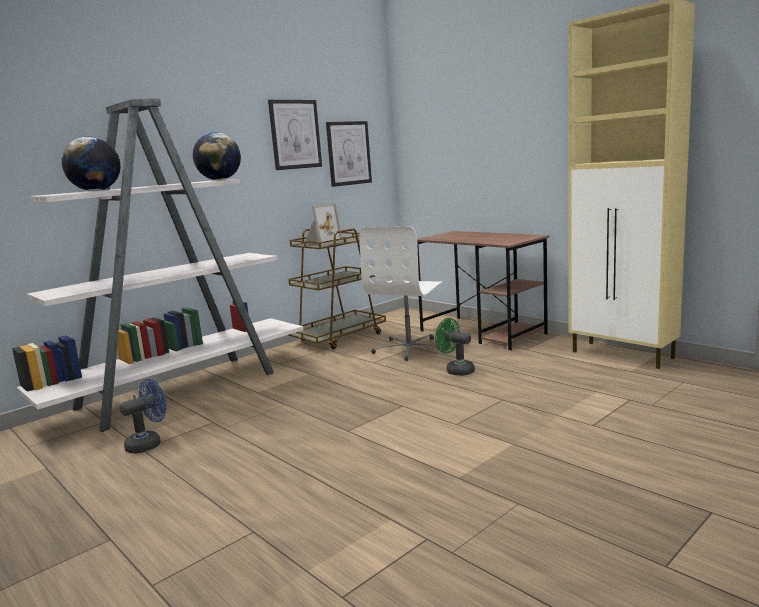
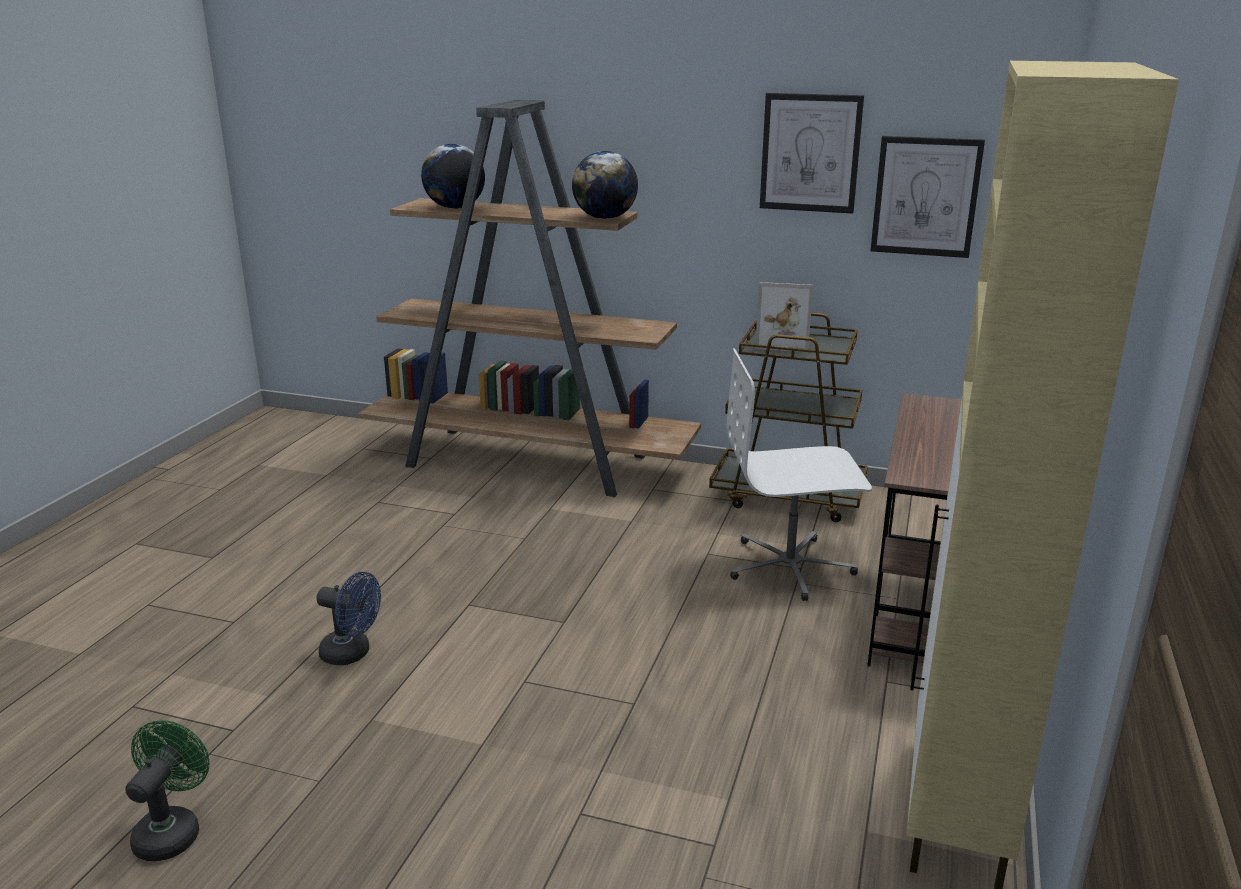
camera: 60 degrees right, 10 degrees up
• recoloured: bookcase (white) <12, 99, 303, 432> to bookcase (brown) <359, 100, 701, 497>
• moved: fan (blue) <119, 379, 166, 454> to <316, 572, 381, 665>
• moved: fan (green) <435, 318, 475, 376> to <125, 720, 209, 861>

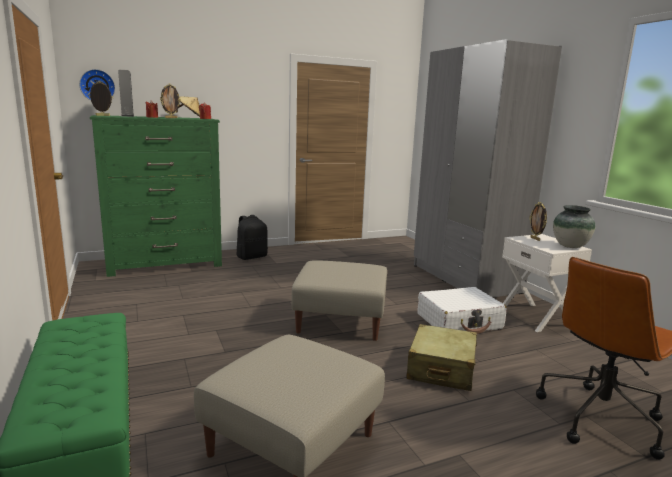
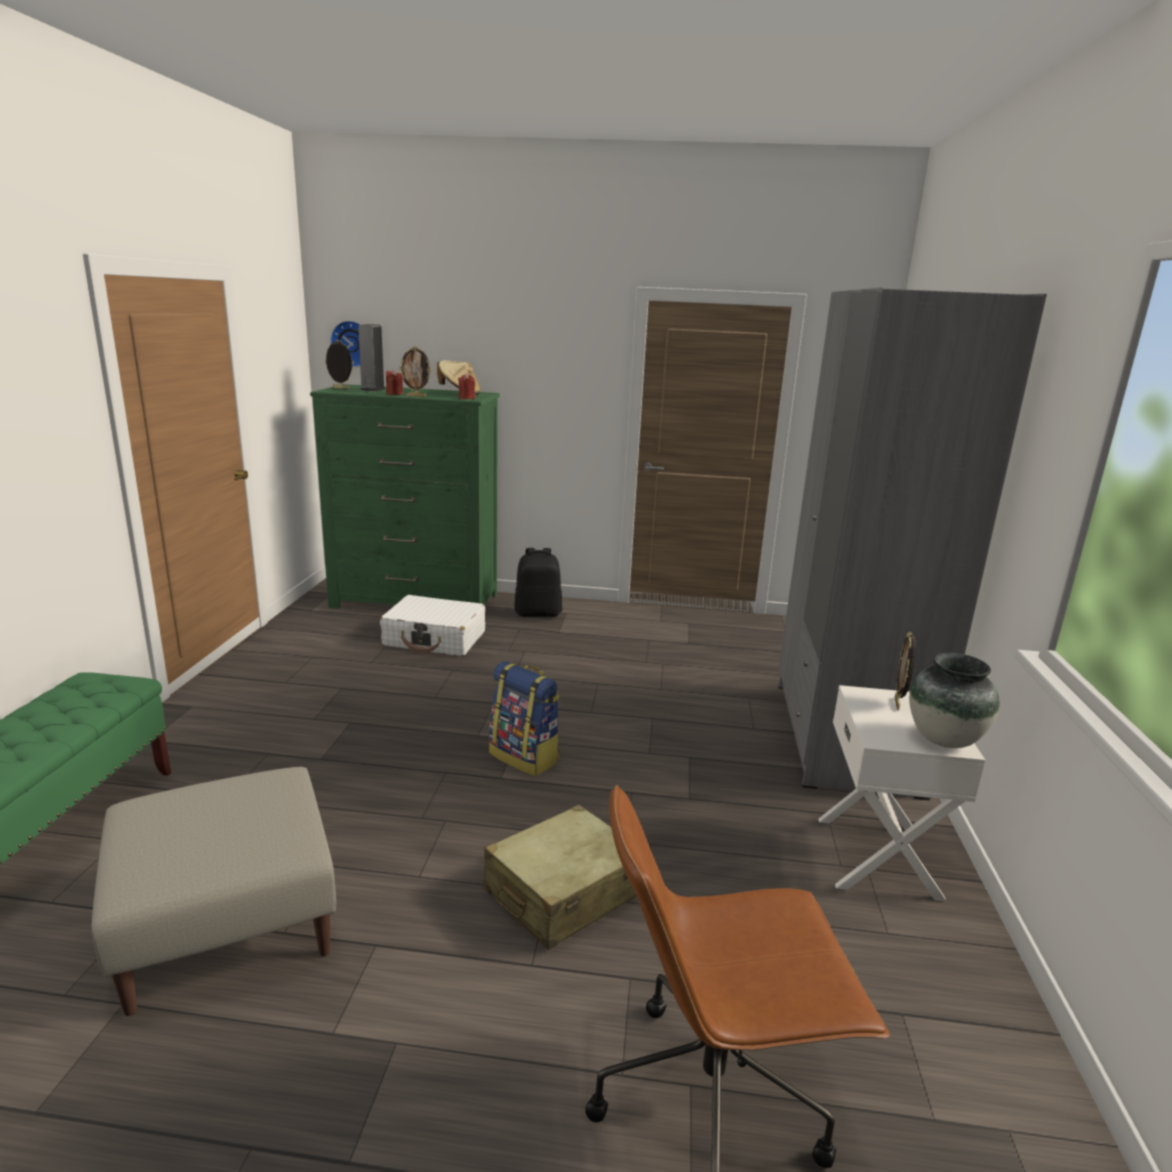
camera: 30 degrees right, 5 degrees up
• replaced: ottoman (beige) <291, 260, 387, 341> to backpack <489, 661, 560, 776>
• moved: suitcase (white) <418, 287, 507, 334> to <380, 595, 485, 657>

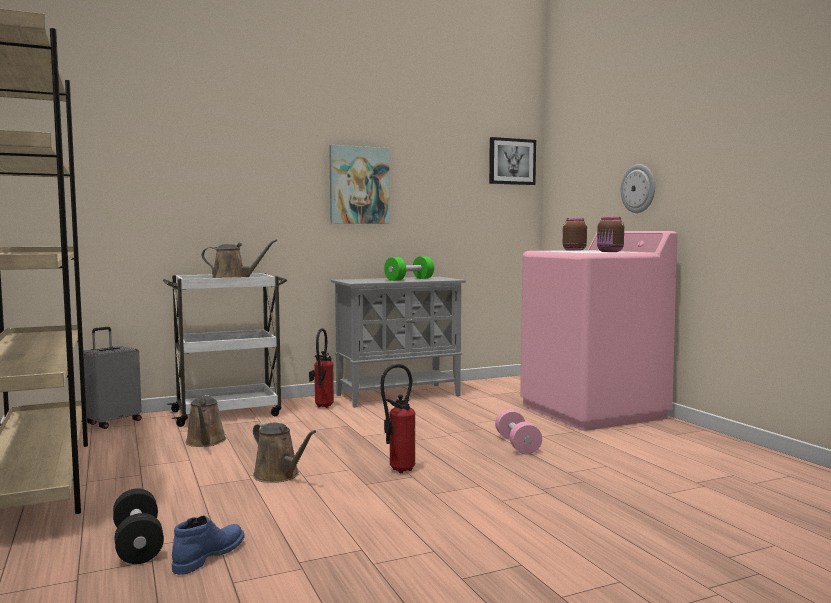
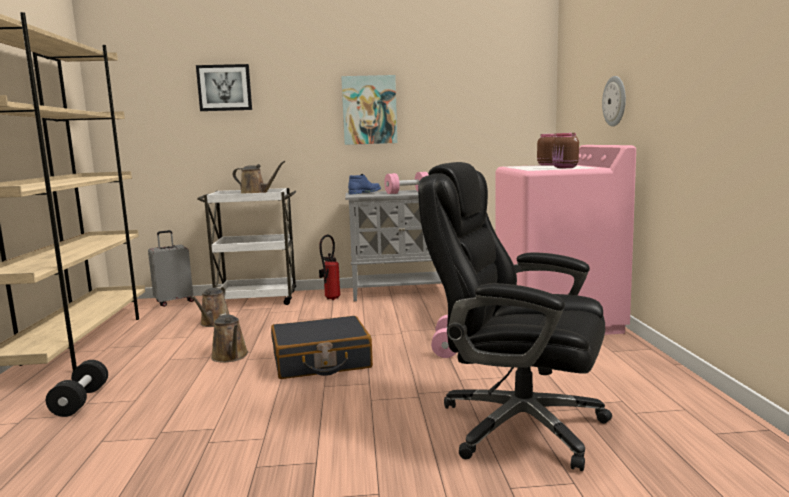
camera: 20 degrees right, 5 degrees up
• moved: boot (blue) <172, 515, 245, 575> to <348, 174, 381, 194>
• replaced: fire extinguisher <380, 364, 415, 473> to suitcase (black) <271, 316, 373, 379>
• recoloured: dumbbell (green) <384, 256, 434, 281> to dumbbell (pink) <384, 172, 429, 194>
• moved: picture <489, 137, 536, 185> to <196, 64, 252, 111>
• added: office chair (black) <418, 162, 612, 471>

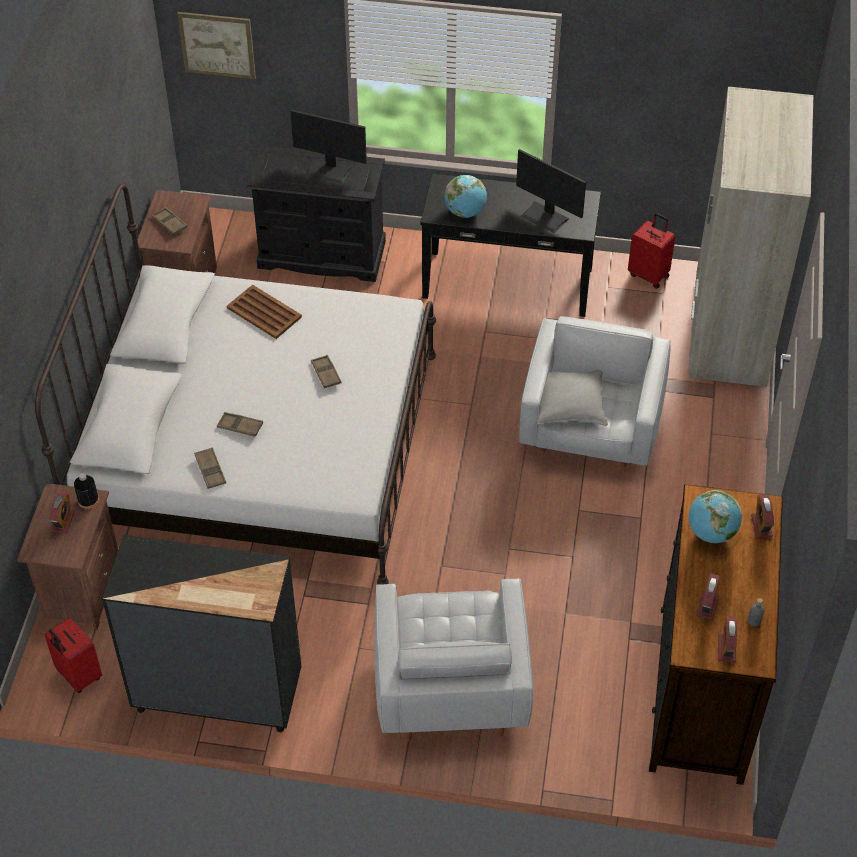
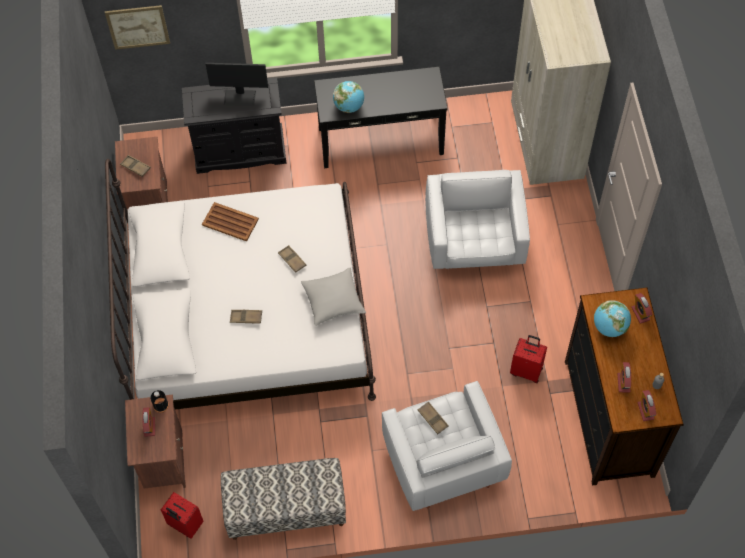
camera: 15 degrees left, 10 degrees up
• replaced: dresser (black) <102, 535, 301, 732> to bench <221, 458, 346, 540>
• moved: tray (brown) <194, 447, 226, 489> to <418, 402, 449, 435>
• removed: monitor <516, 149, 586, 234>
• moved: pillow (grey) <537, 370, 608, 426> to <301, 268, 366, 326>
• moved: suitcase (red) <628, 213, 675, 289> to <510, 335, 547, 383>

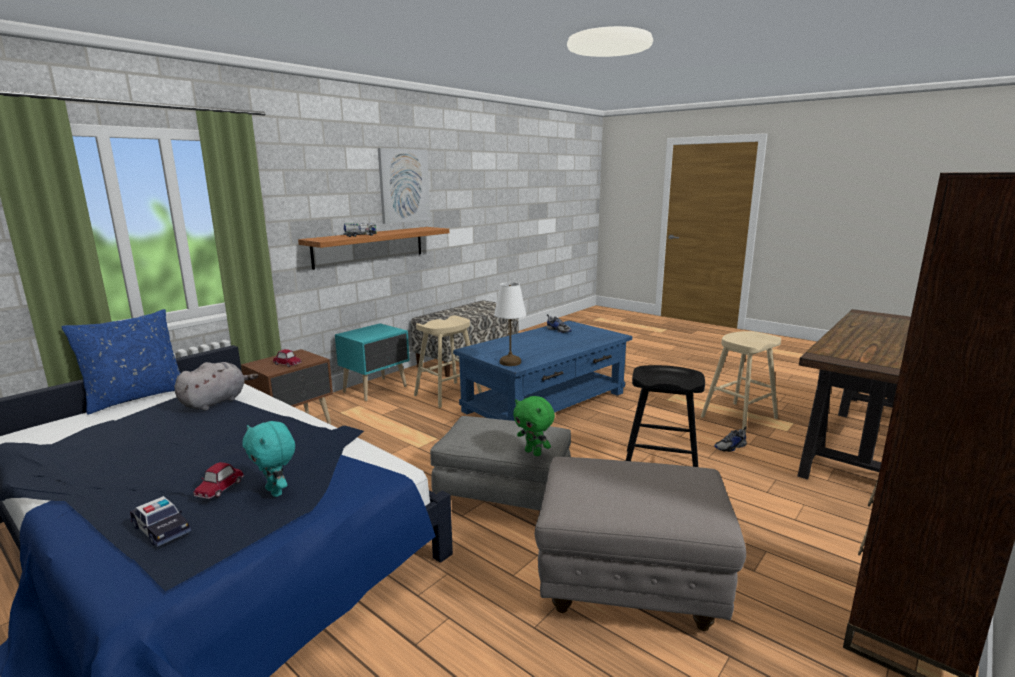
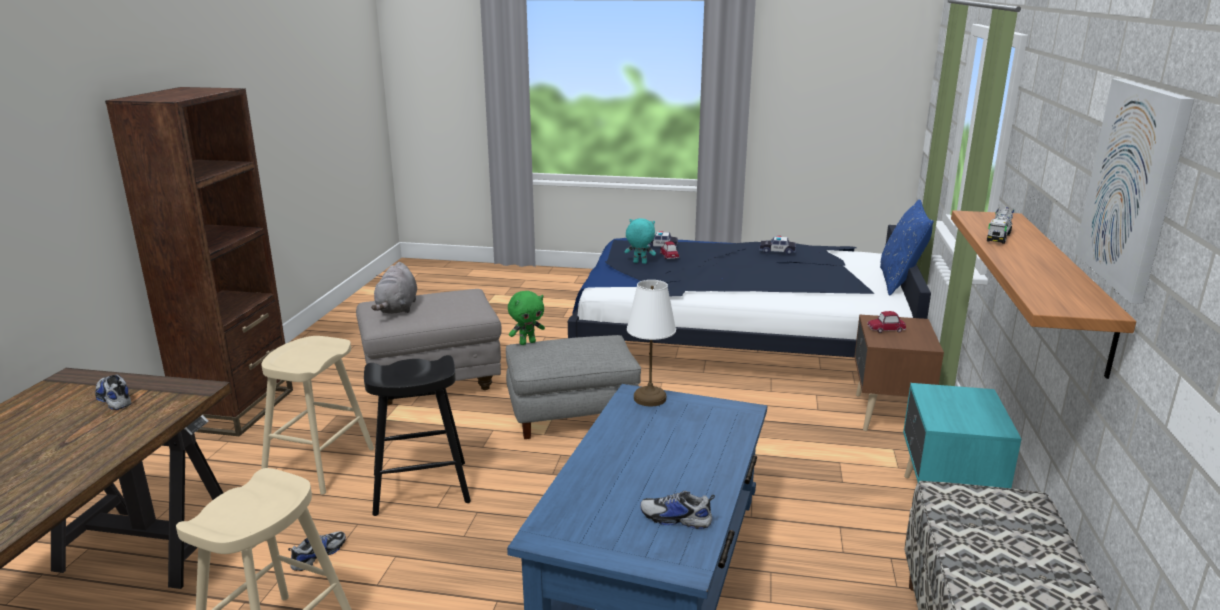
camera: 150 degrees right, 5 degrees up
• moved: plush toy (grey) <174, 362, 258, 411> to <371, 262, 417, 314>
• moved: stool (beige) <414, 316, 482, 408> to <261, 336, 374, 495>
• turned: plush toy (green) <513, 396, 555, 456> = <508, 291, 545, 345> 135 degrees clockwise
• added: shoe <95, 374, 131, 410>
• added: toy car <759, 236, 796, 255>

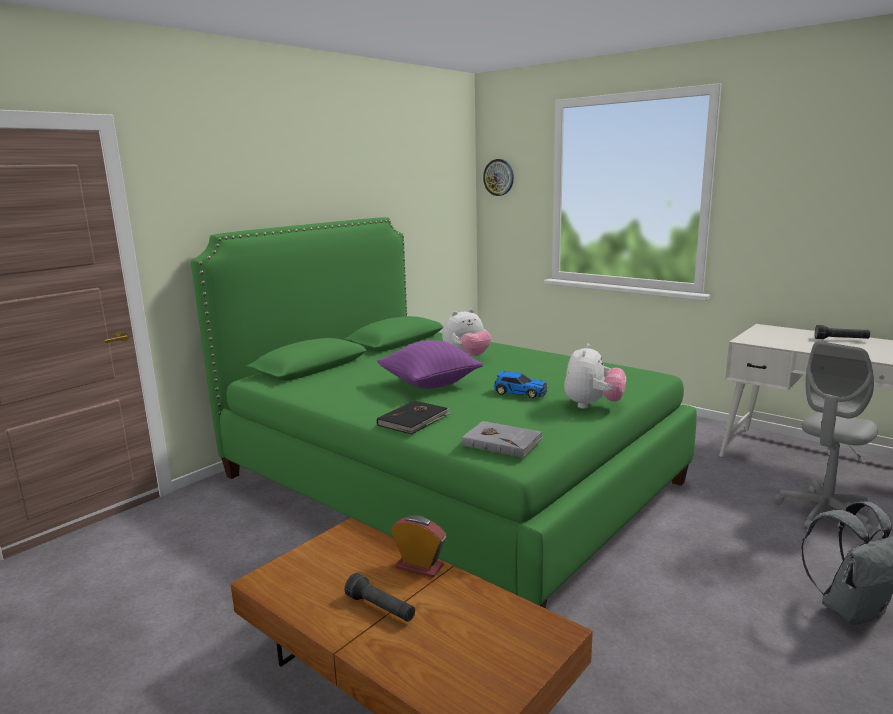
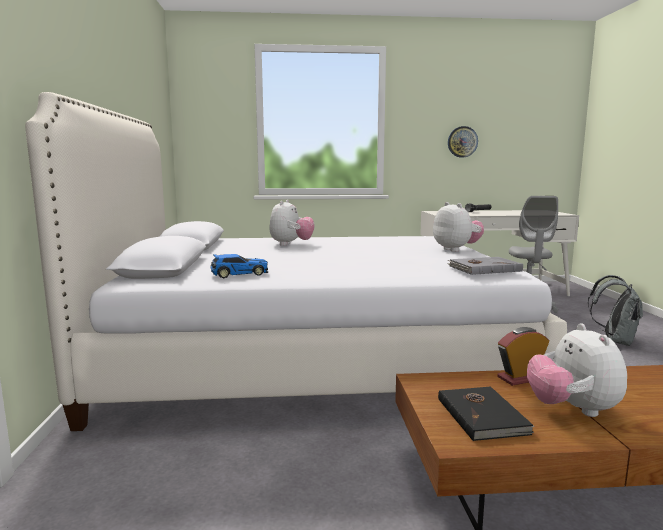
camera: 45 degrees left, 5 degrees down
• recoloured: bed (green) <191, 217, 697, 609> to bed (white) <25, 92, 567, 431>
• replaced: flashlight (black) <345, 573, 415, 622> to plush toy <527, 323, 627, 417>
• removed: pillow (purple) <377, 340, 483, 389>
• moved: book (black) <377, 400, 451, 435> to <438, 387, 534, 441>
• moved: wall clock <483, 159, 514, 196> to <448, 126, 478, 158>
• moved: toy car <494, 370, 547, 398> to <210, 254, 268, 279>

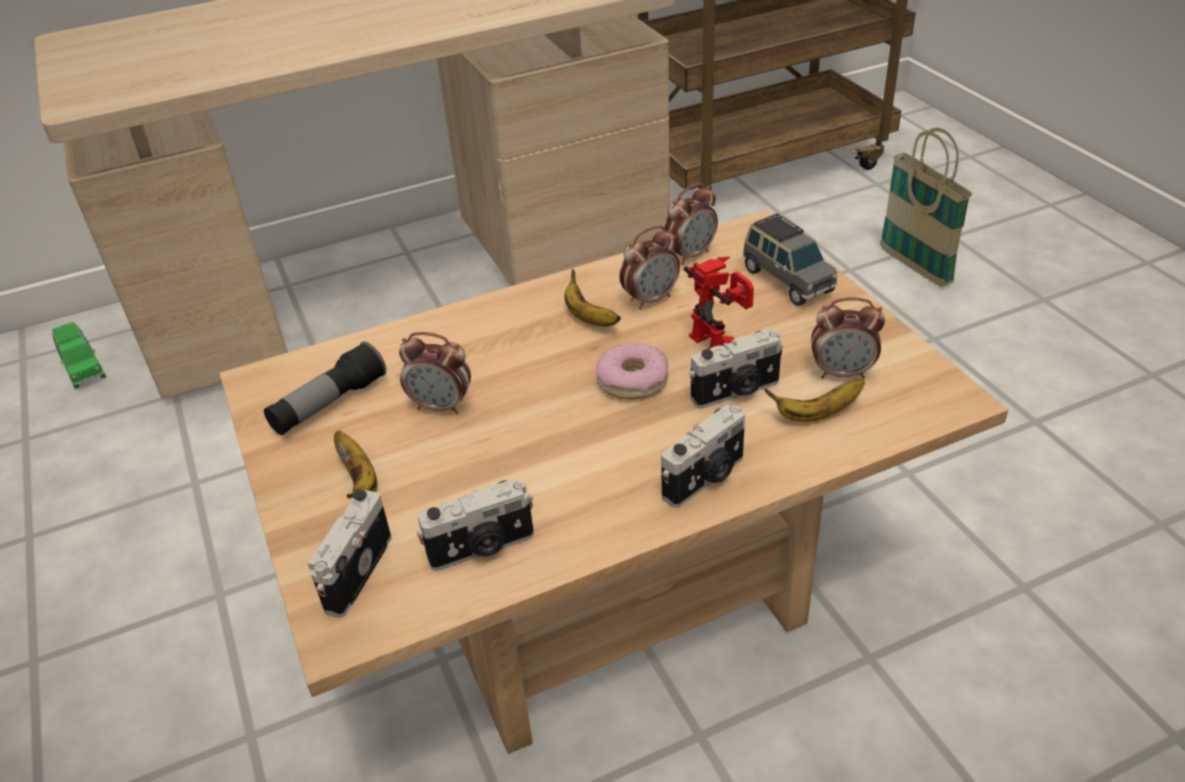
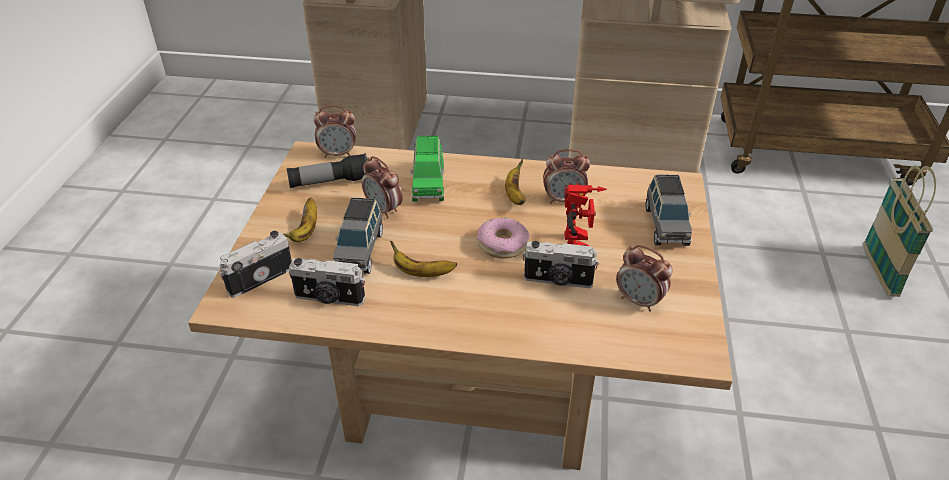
camera: 30 degrees right, 0 degrees up
• moved: toy car (green) <52, 322, 106, 389> to <411, 136, 444, 201>
• removed: photo camera <661, 404, 745, 508>
• moved: alarm clock <664, 183, 718, 265> to <314, 105, 356, 158>
• moved: banana <764, 379, 865, 422> to <390, 241, 457, 277>
• added: toy car (grey) <333, 197, 383, 274>

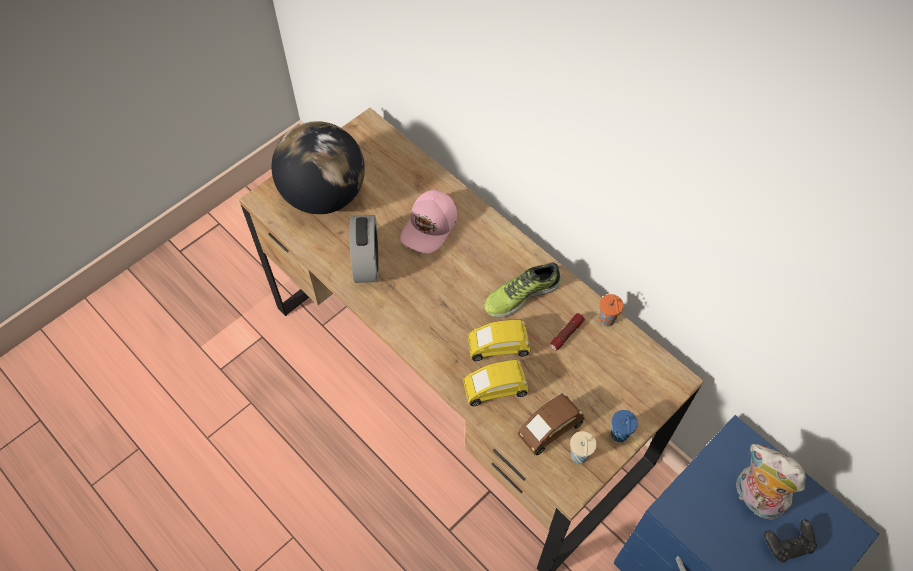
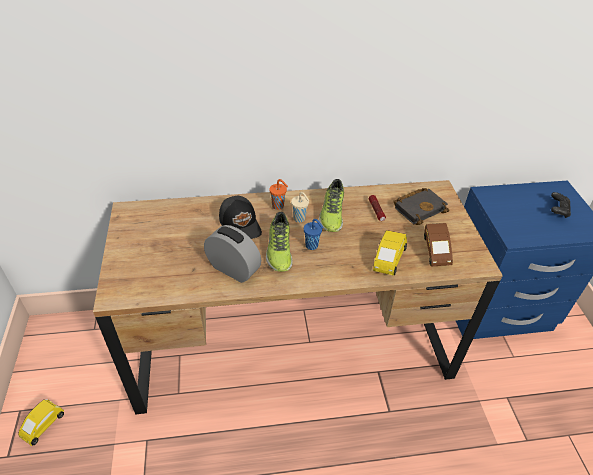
camera: 55 degrees left, 15 degrees down
• removed: globe <272, 121, 365, 214>
• recoloured: cap (pink) <400, 190, 457, 253> to cap (black) <219, 196, 262, 239>
• moved: toy car (yellow) <468, 320, 531, 361> to <18, 399, 64, 446>
• moved: cup (beige) <570, 431, 597, 464> to <291, 192, 309, 223>
• moved: cup (orange) <599, 294, 624, 326> to <269, 179, 288, 210>
• moved: cup (blue) <611, 410, 638, 442> to <304, 219, 323, 250>
• removed: plush toy <736, 444, 806, 520>
• added: shoe <266, 212, 293, 272>
• added: book (black) <393, 188, 449, 225>

